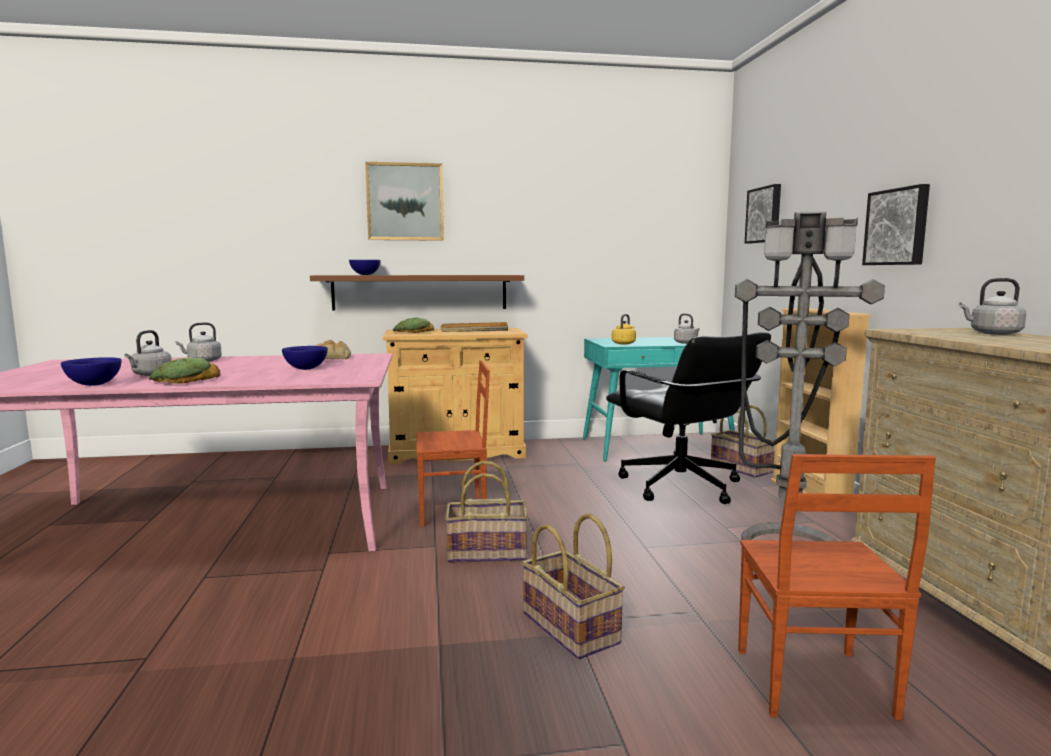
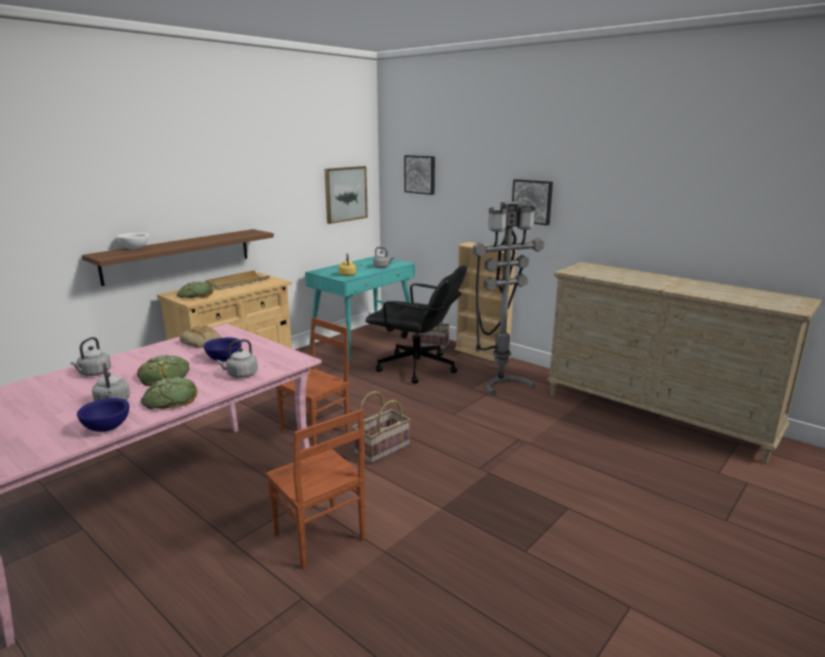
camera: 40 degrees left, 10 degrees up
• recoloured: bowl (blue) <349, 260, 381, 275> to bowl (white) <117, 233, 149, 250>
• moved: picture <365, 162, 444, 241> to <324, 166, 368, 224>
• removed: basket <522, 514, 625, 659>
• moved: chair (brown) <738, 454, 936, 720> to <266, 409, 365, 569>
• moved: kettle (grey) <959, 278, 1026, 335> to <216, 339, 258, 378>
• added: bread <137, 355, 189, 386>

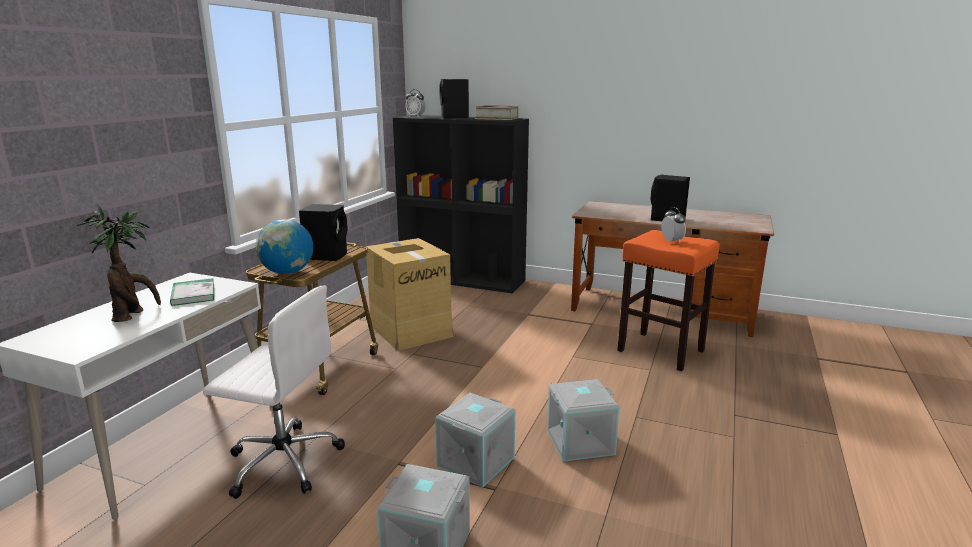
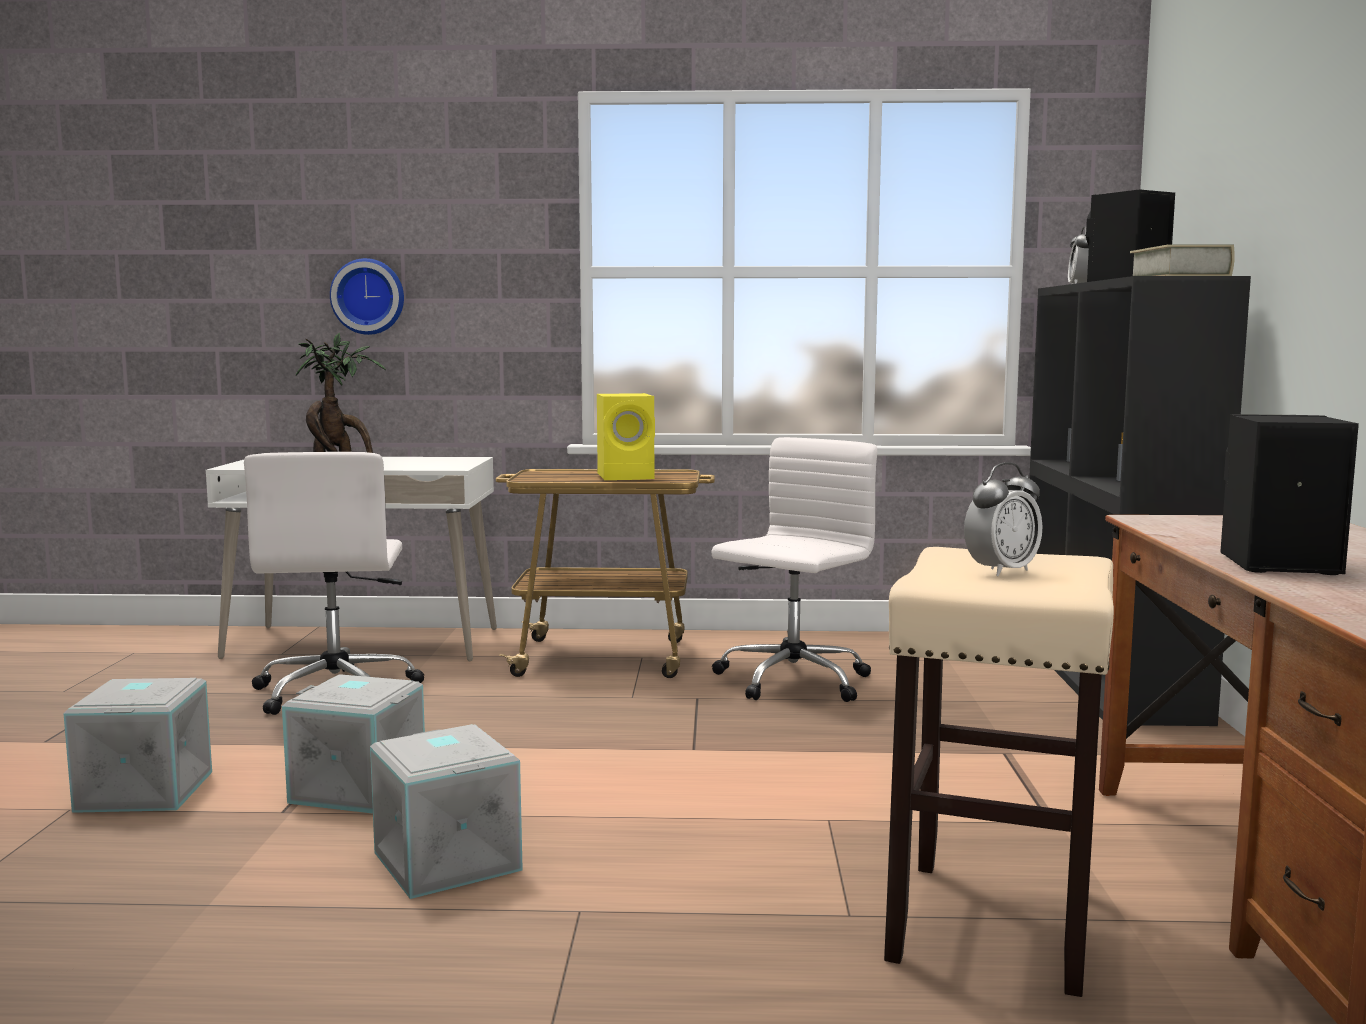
camera: 70 degrees right, 10 degrees down
• removed: book <170, 278, 214, 306>
• removed: globe <256, 219, 313, 274>
• recoloured: speaker (black) <299, 204, 348, 261> to speaker (yellow) <597, 393, 655, 480>
• replaced: cardboard box <366, 238, 453, 351> to office chair (white) <712, 437, 878, 702>
• recoloured: stool (orange) <617, 230, 720, 371> to stool (beige) <884, 547, 1114, 997>
• added: wall clock <330, 258, 404, 335>

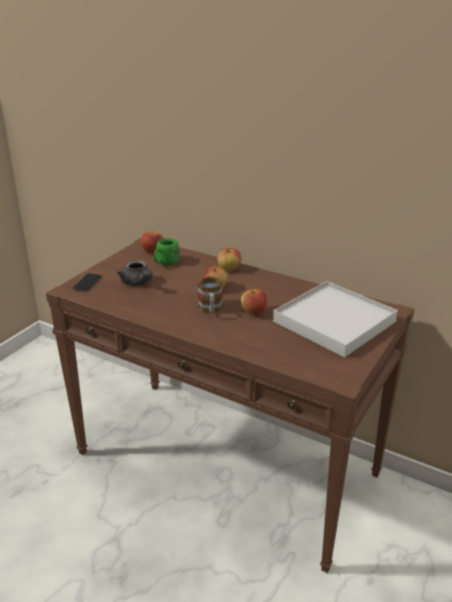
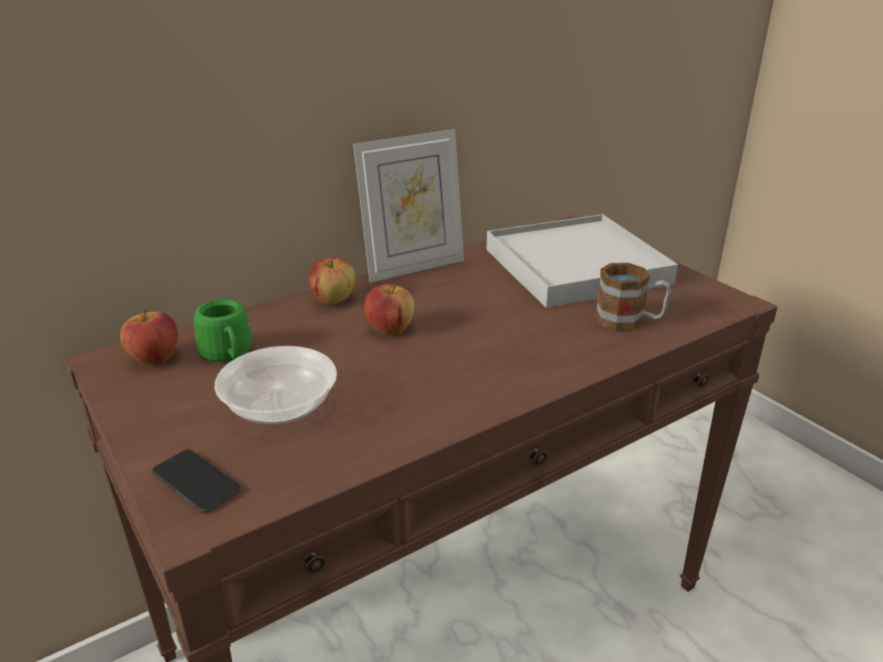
camera: 65 degrees left, 0 degrees up
• replaced: teapot (grey) <117, 260, 153, 286> to bowl <215, 346, 337, 424>
• moved: mug <197, 276, 223, 313> to <595, 263, 671, 331>
• removed: apple <241, 288, 267, 315>
• added: picture frame <353, 129, 464, 282>

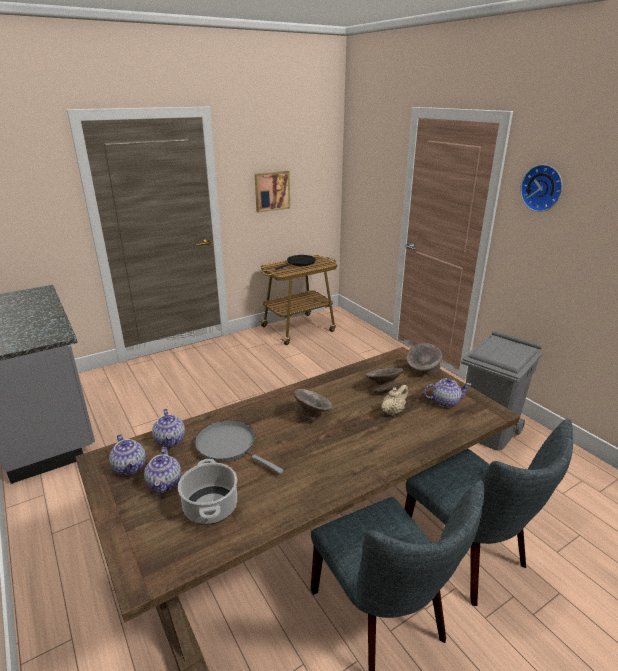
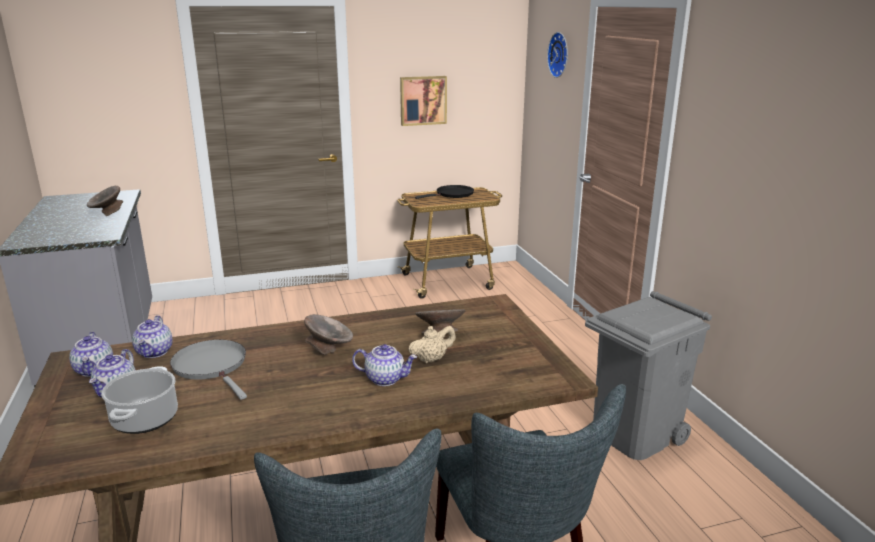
camera: 15 degrees right, 5 degrees down
• moved: bowl (grey) <406, 343, 443, 376> to <87, 186, 123, 216>
• moved: teapot <424, 378, 471, 407> to <352, 344, 417, 386>
• moved: wall clock <520, 164, 563, 212> to <547, 32, 568, 78>

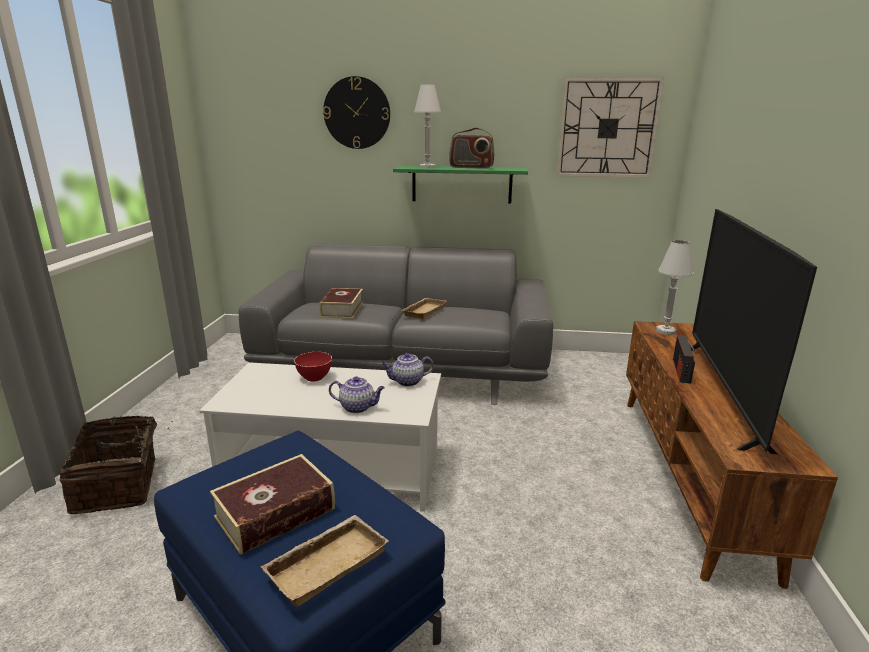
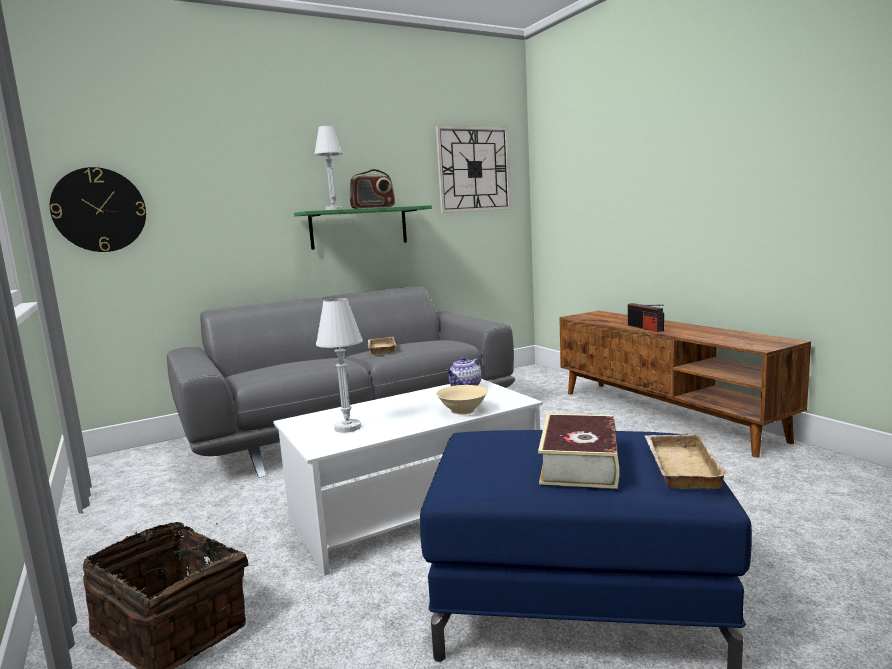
camera: 35 degrees left, 10 degrees down
• removed: bowl (red) <294, 352, 332, 382>
• removed: book <319, 288, 363, 319>
• moved: wall clock <323, 76, 390, 149> to <50, 167, 146, 252>
• replaced: teapot <329, 377, 385, 413> to bowl (beige) <436, 385, 488, 415>
• moved: table lamp (white) <656, 240, 694, 335> to <316, 298, 363, 433>
• removed: television <690, 209, 817, 454>

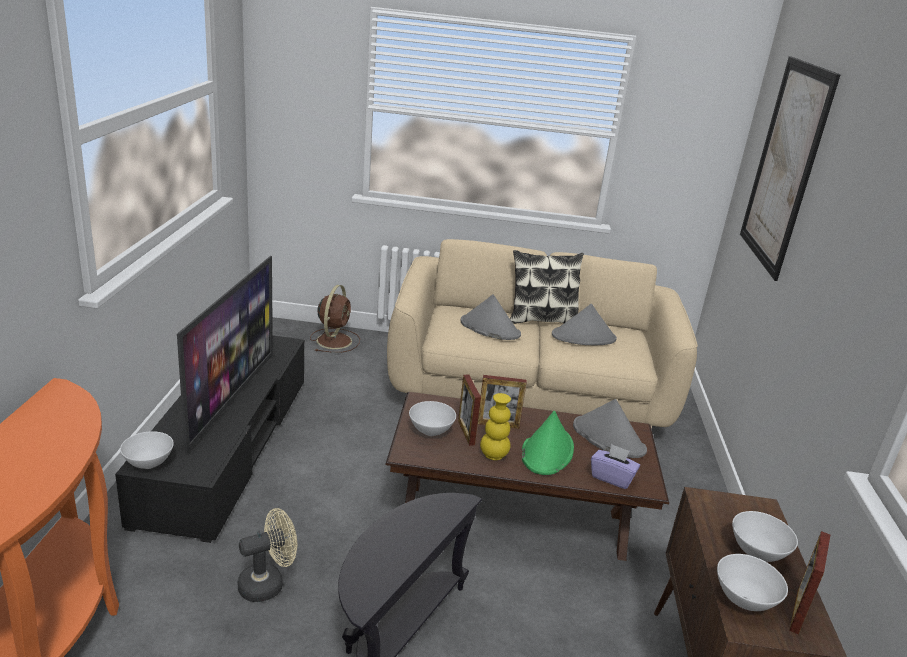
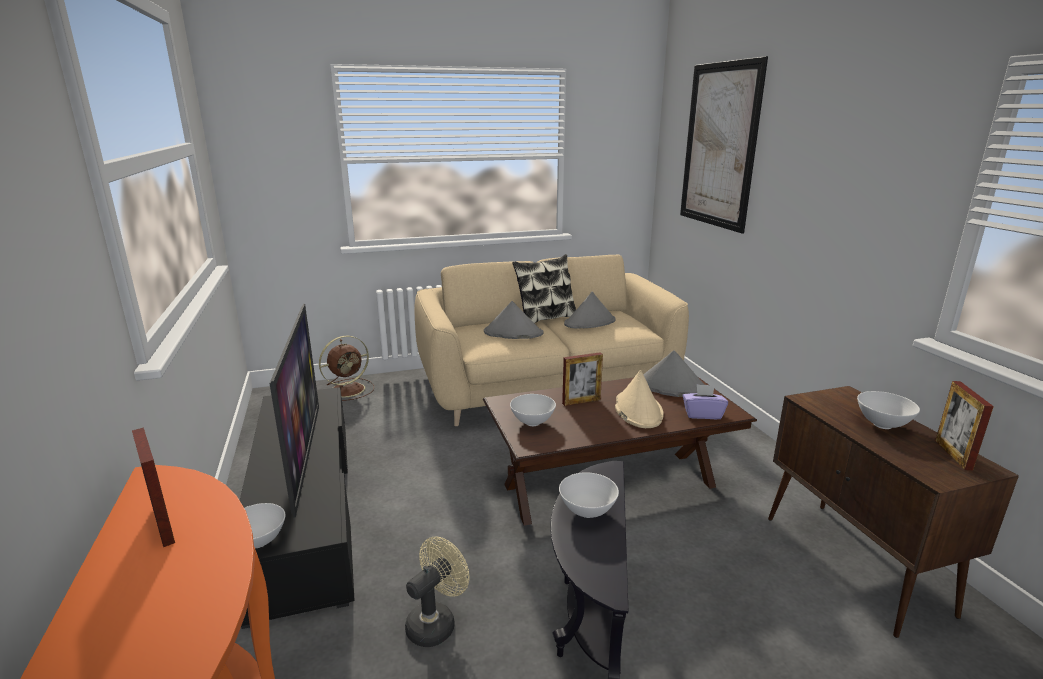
camera: 20 degrees left, 5 degrees down
• turned: fan (brown) <310, 285, 360, 353> = <319, 336, 374, 401> 60 degrees clockwise
• moved: picture frame <458, 374, 481, 446> to <132, 428, 175, 547>
• removed: vase (yellow) <480, 393, 511, 460>
• recoloured: hat (green) <522, 411, 574, 475> to hat (beige) <615, 370, 664, 428>
• moved: bowl (white) <717, 554, 788, 611> to <559, 472, 619, 518>

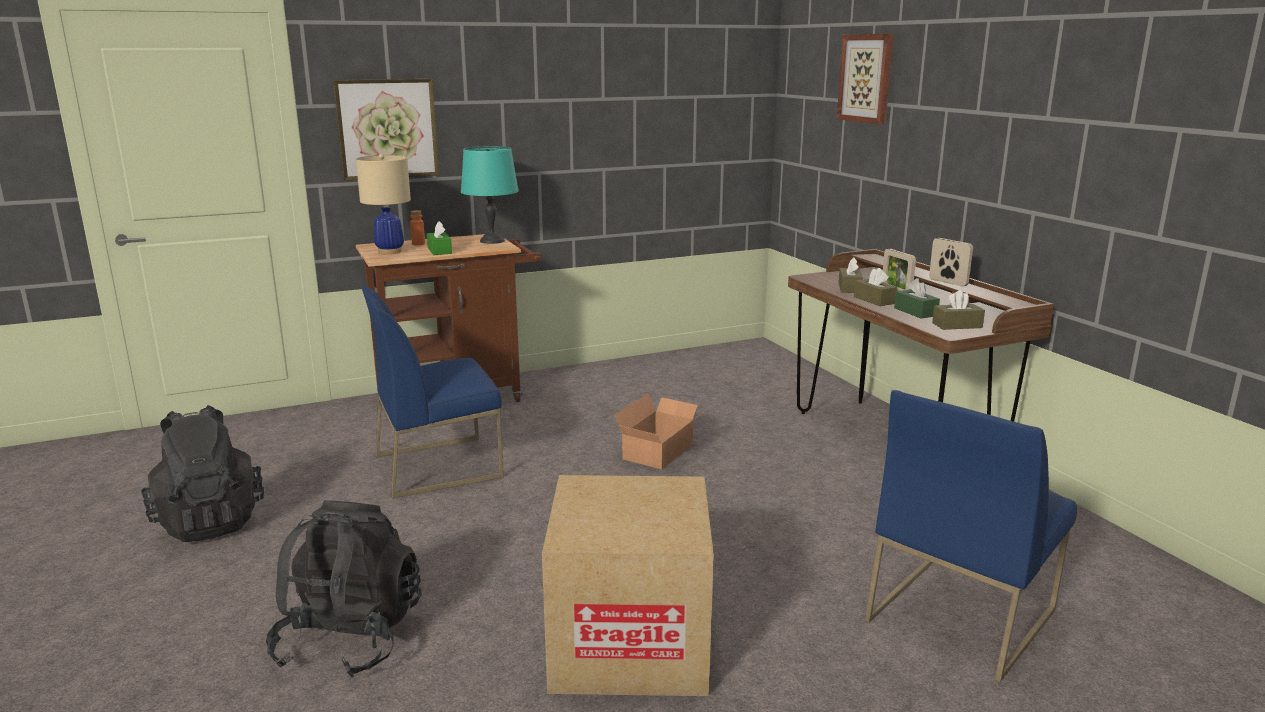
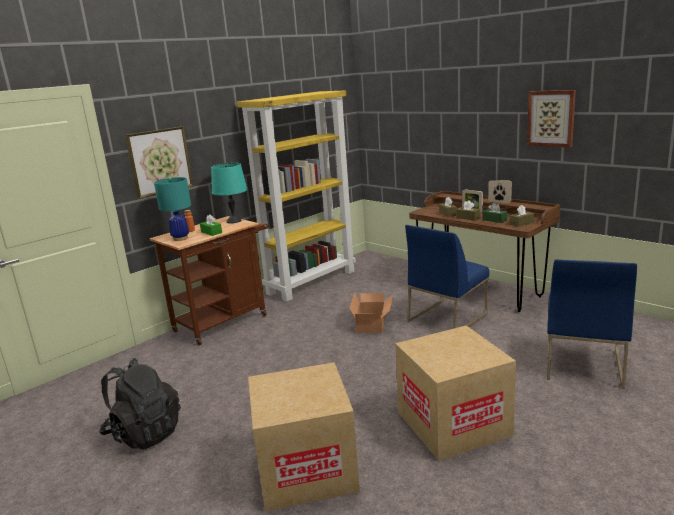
camera: 20 degrees left, 0 degrees up
• replaced: backpack (black) <266, 500, 422, 677> to cardboard box <248, 362, 360, 511>
• recoloured: table lamp (beige) <356, 154, 411, 254> to table lamp (turquoise) <154, 177, 191, 241>
• moved: chair (blue) <361, 286, 504, 498> to <405, 225, 489, 329>
• moved: picture <837, 34, 894, 124> to <527, 90, 576, 147>
• added: bookcase (yellow) <237, 90, 356, 302>

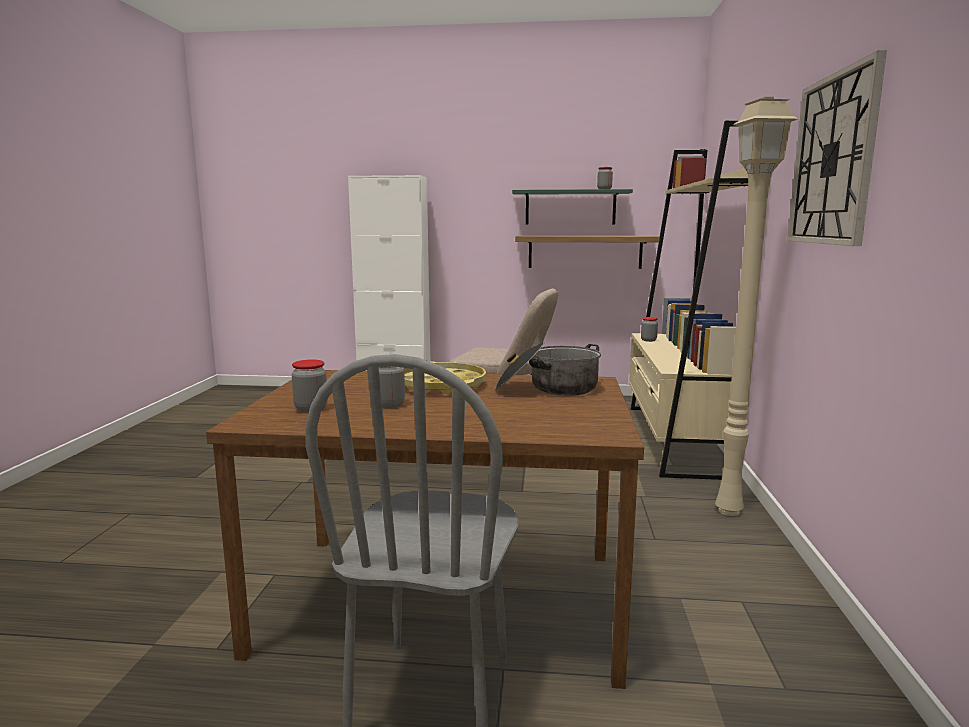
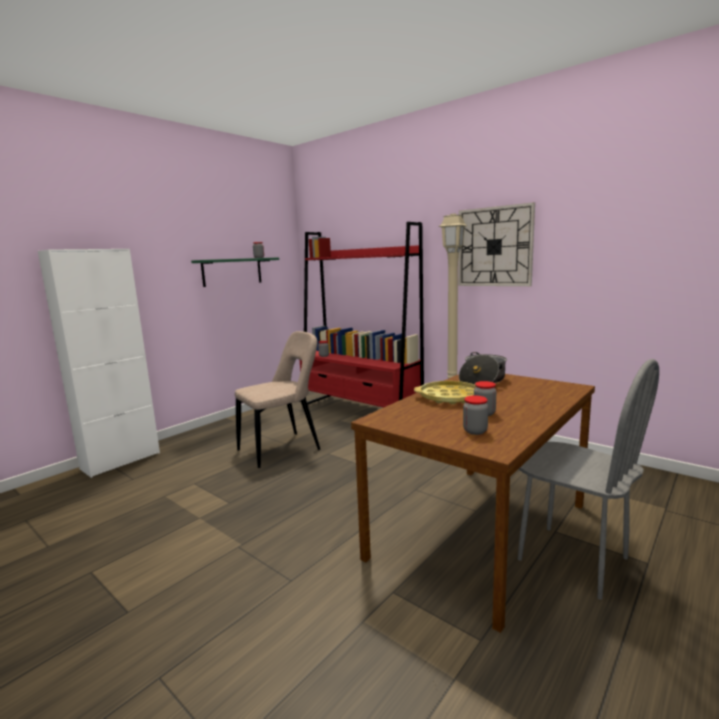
camera: 55 degrees left, 0 degrees up
• removed: shelf <515, 235, 660, 269>
• recoloured: bookcase (beige) <629, 121, 748, 480> to bookcase (red) <300, 222, 424, 408>

